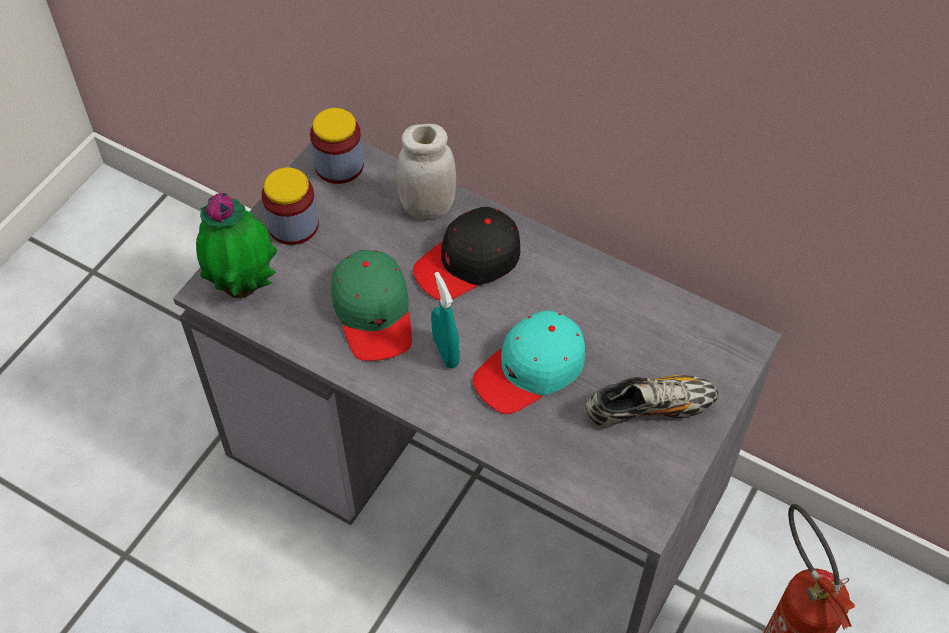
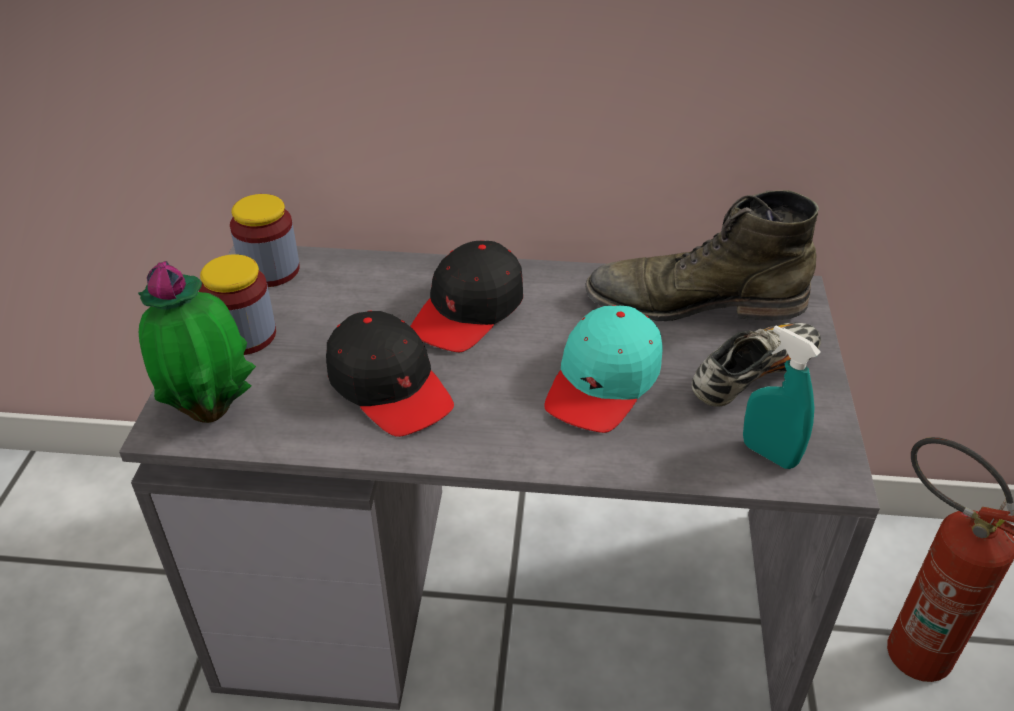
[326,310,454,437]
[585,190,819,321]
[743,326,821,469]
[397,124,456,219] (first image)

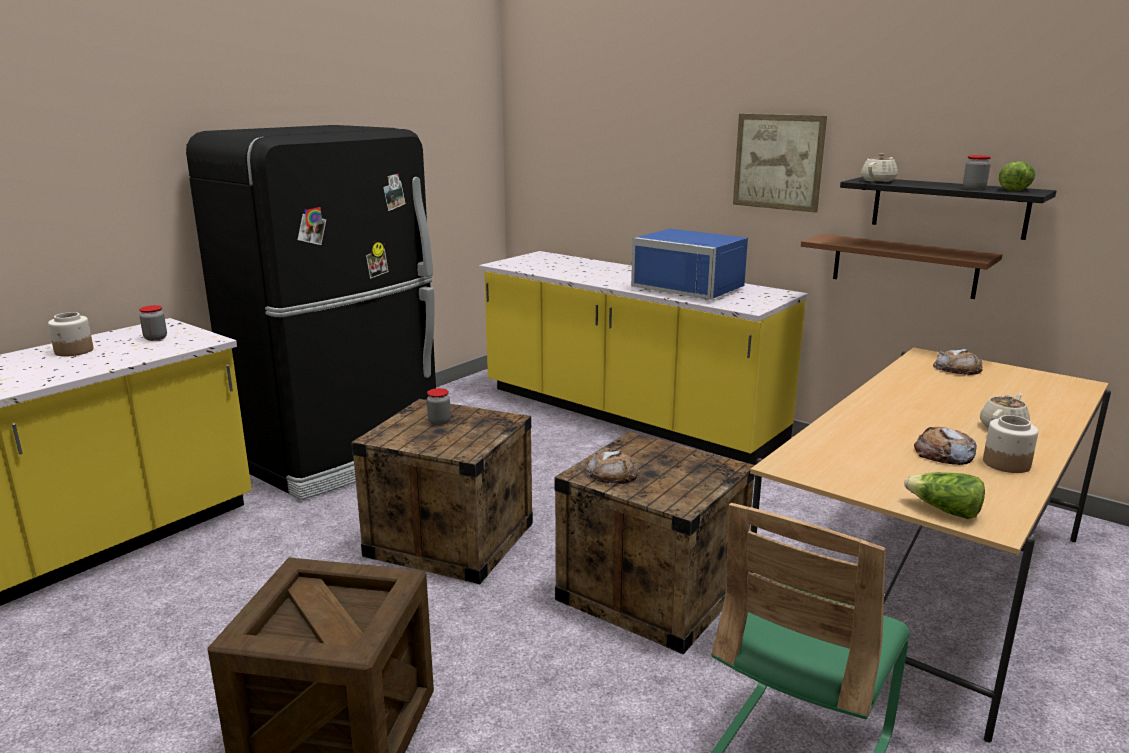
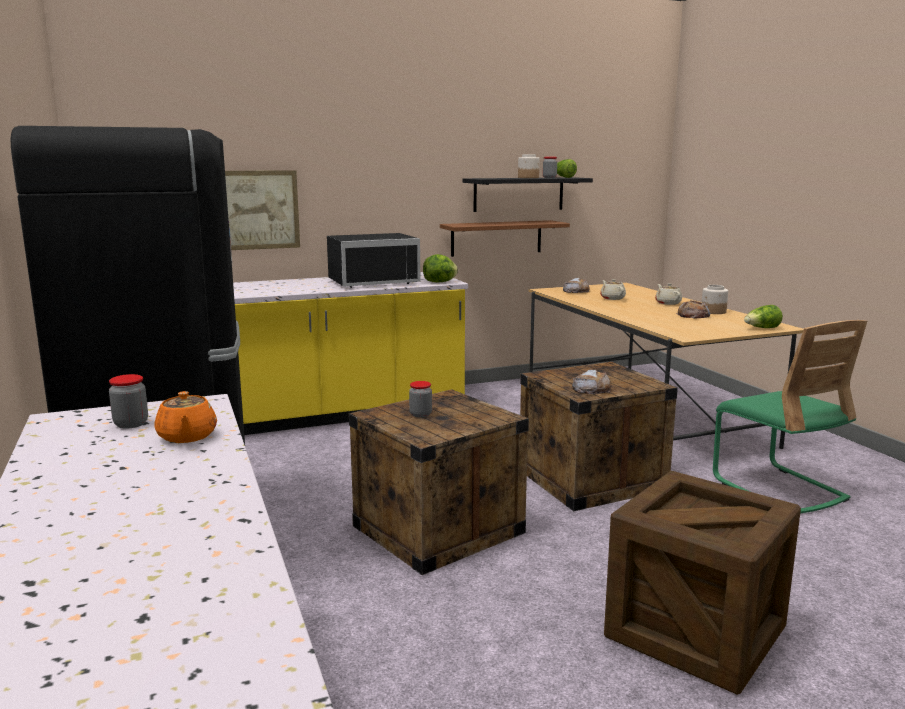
[155,391,217,443]
[225,170,300,250]
[327,233,420,288]
[423,254,458,282]
[518,154,540,178]
[600,279,626,300]

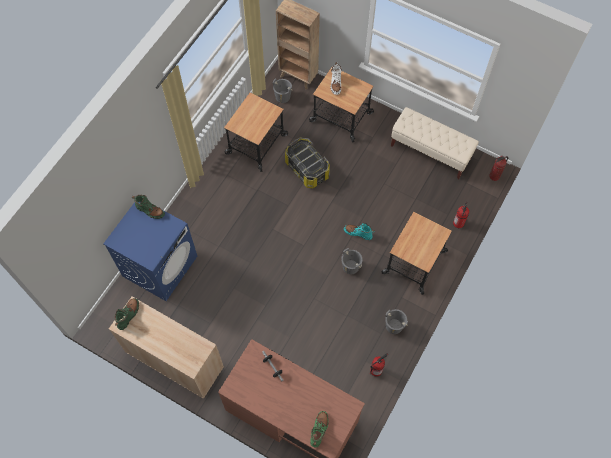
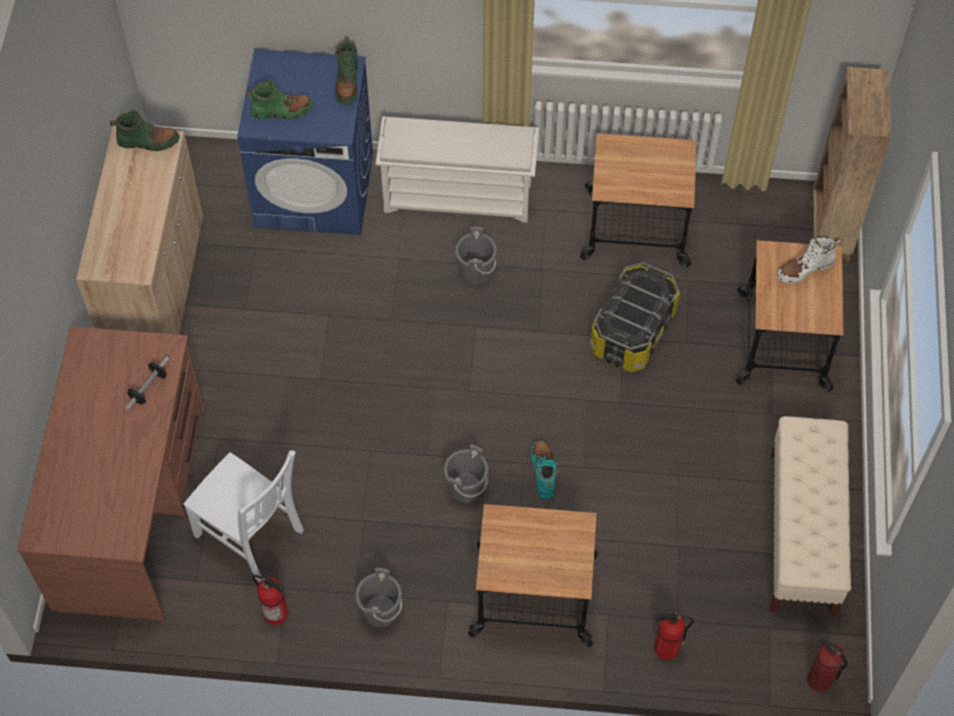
[184,450,304,582]
[246,80,314,119]
[376,117,539,223]
[455,227,497,284]

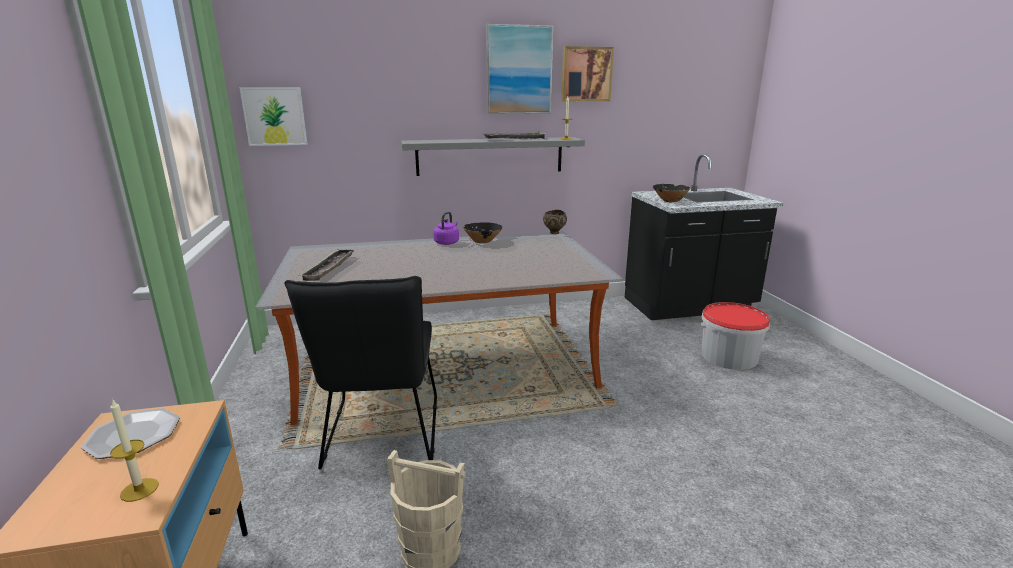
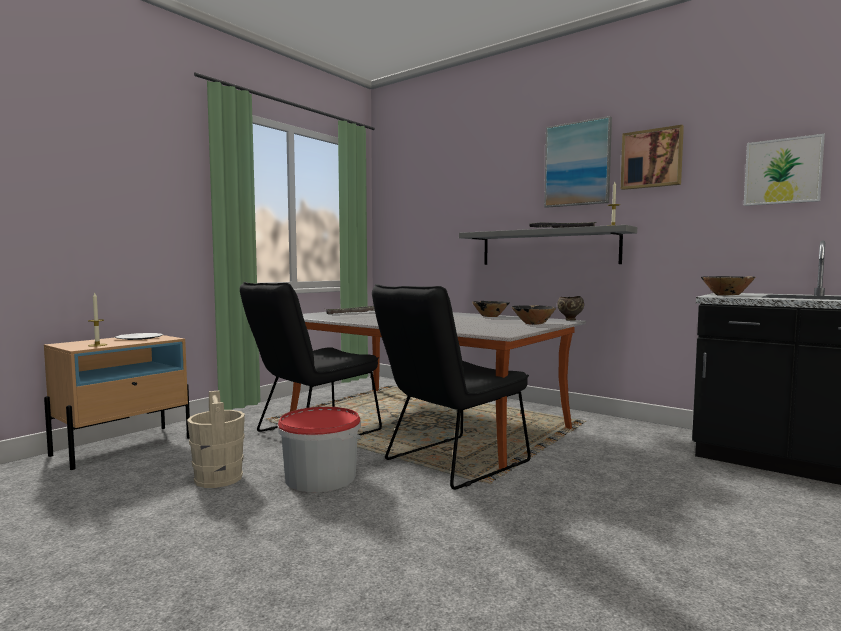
[277,407,361,492]
[372,284,531,490]
[511,305,556,325]
[744,134,825,206]
[433,212,459,245] (first image)

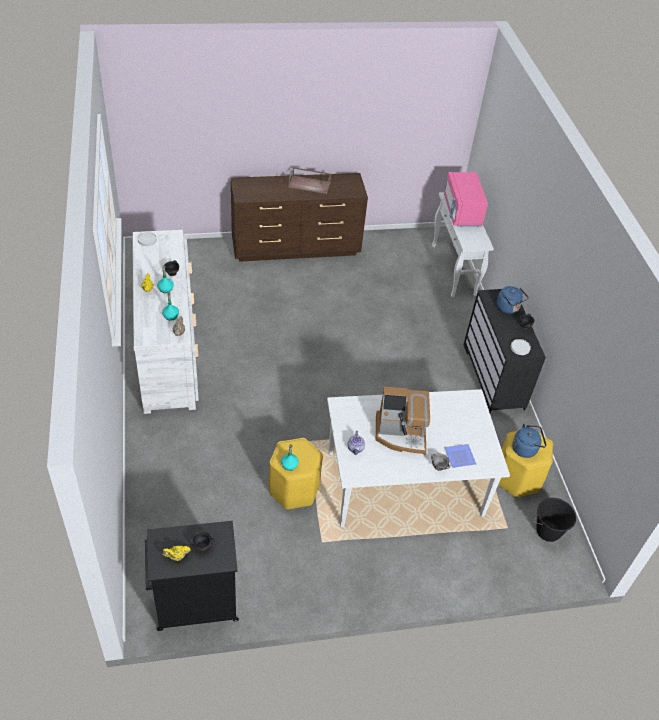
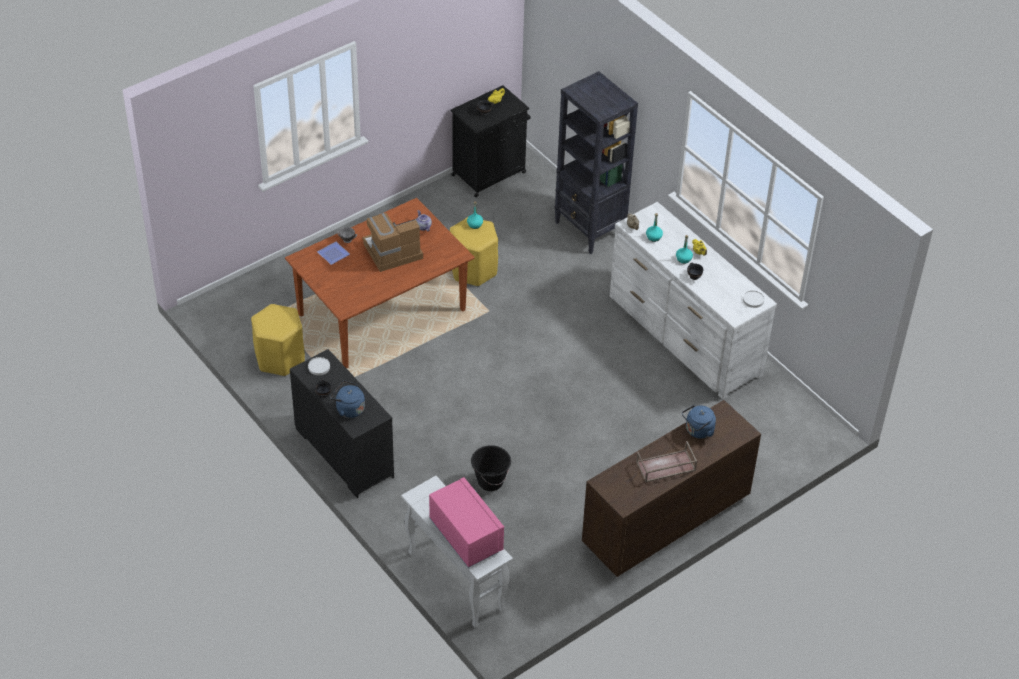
[285,198,475,368]
[471,445,511,491]
[555,71,638,254]
[682,405,716,439]

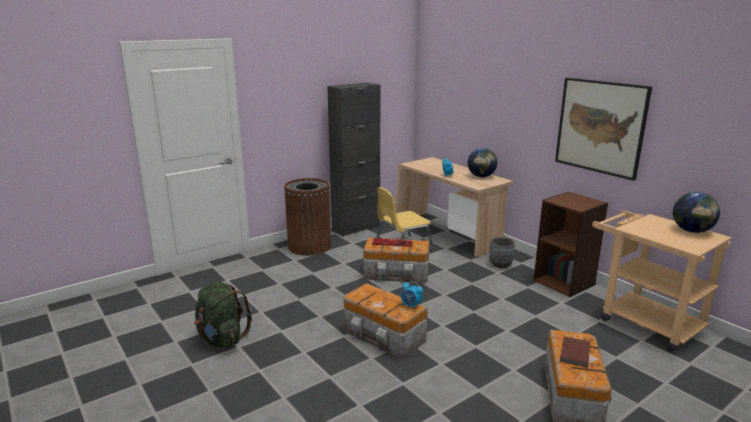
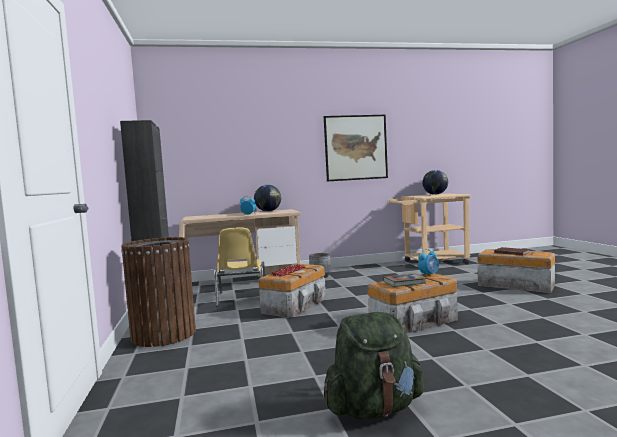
[383,273,427,287]
[533,192,608,297] (first image)

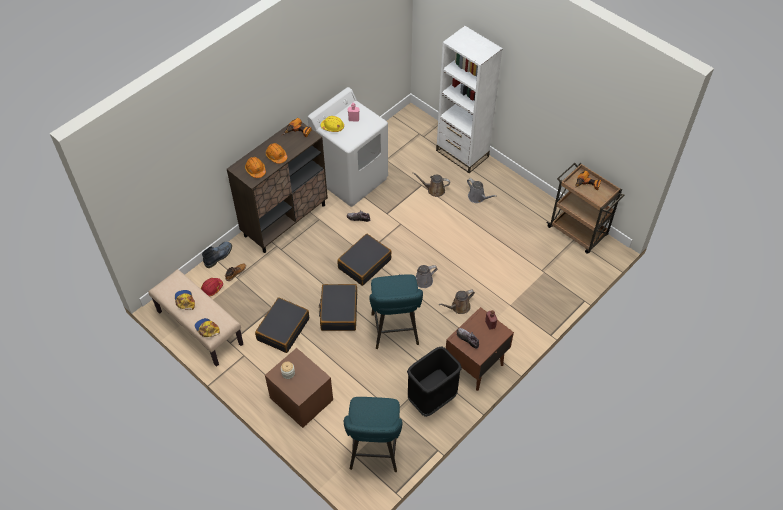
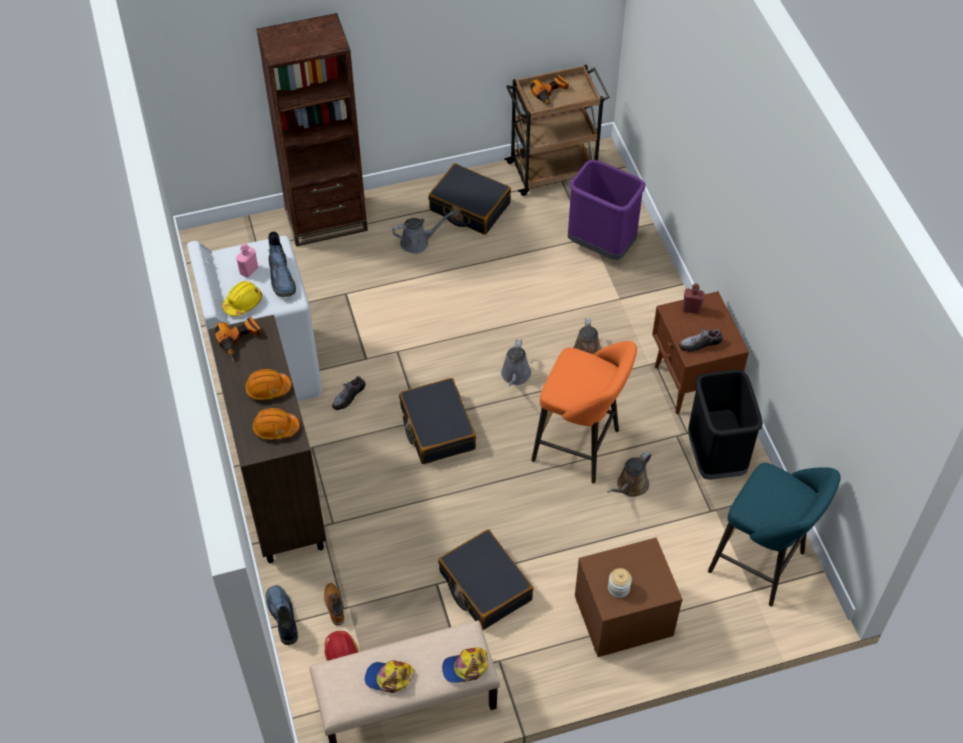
[257,13,368,246]
[268,232,296,297]
[428,163,511,235]
[531,341,637,484]
[568,160,646,260]
[607,451,651,497]

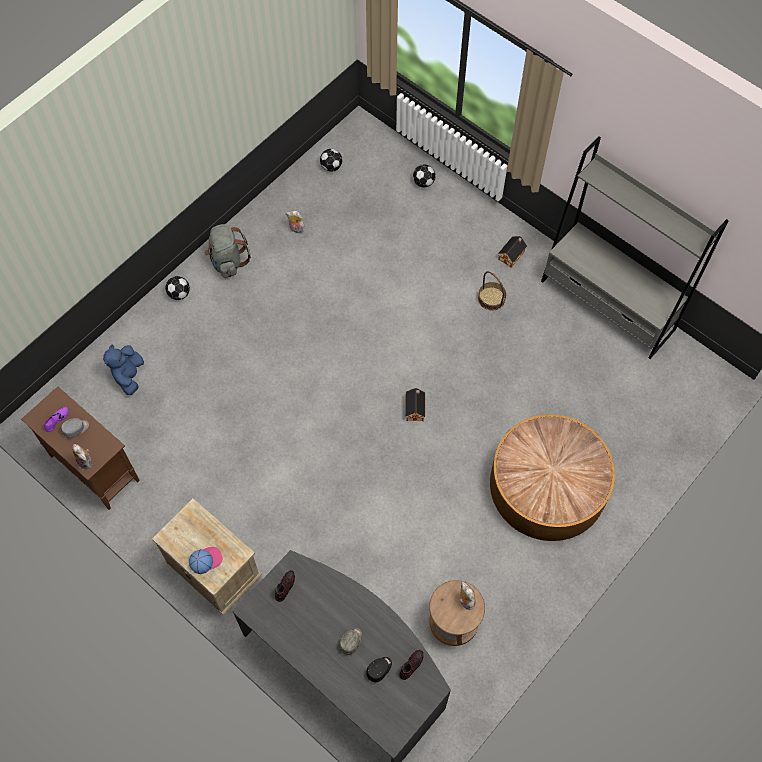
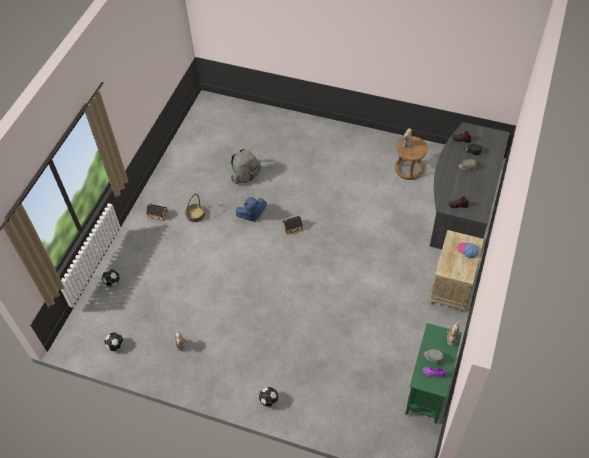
[231,149,261,184]
[236,197,267,222]
[405,323,462,424]
[490,414,615,541] (first image)
[541,136,728,359] (first image)

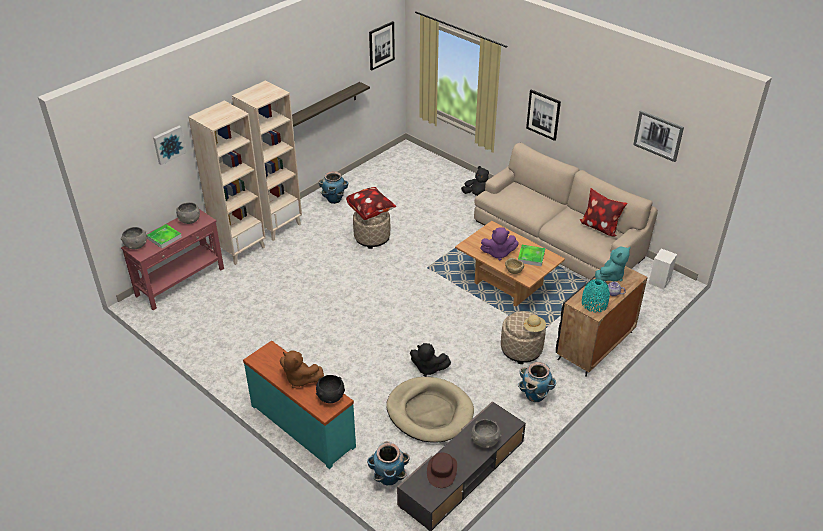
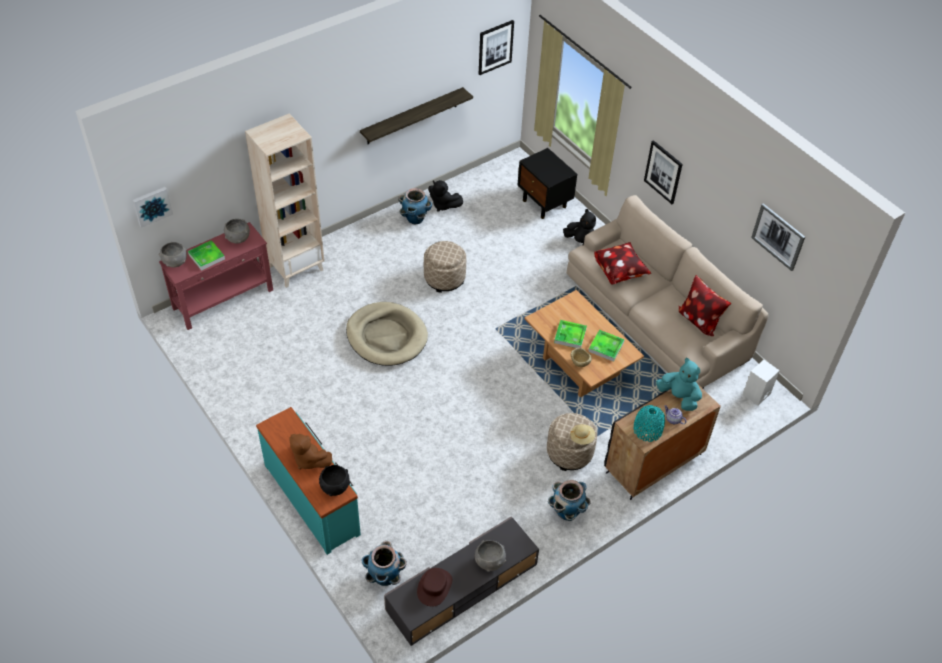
[133,187,173,228]
[346,302,428,366]
[428,180,463,212]
[518,148,577,219]
[554,320,587,348]
[594,242,651,285]
[656,358,702,411]
[232,81,302,241] (first image)

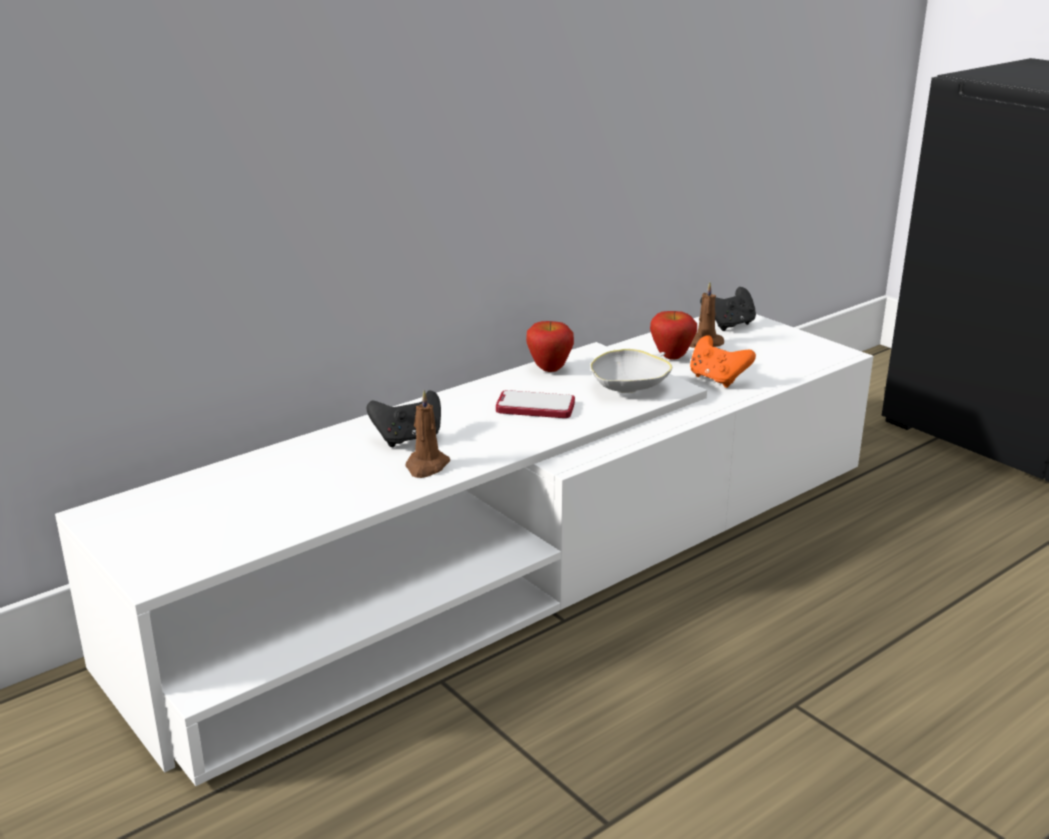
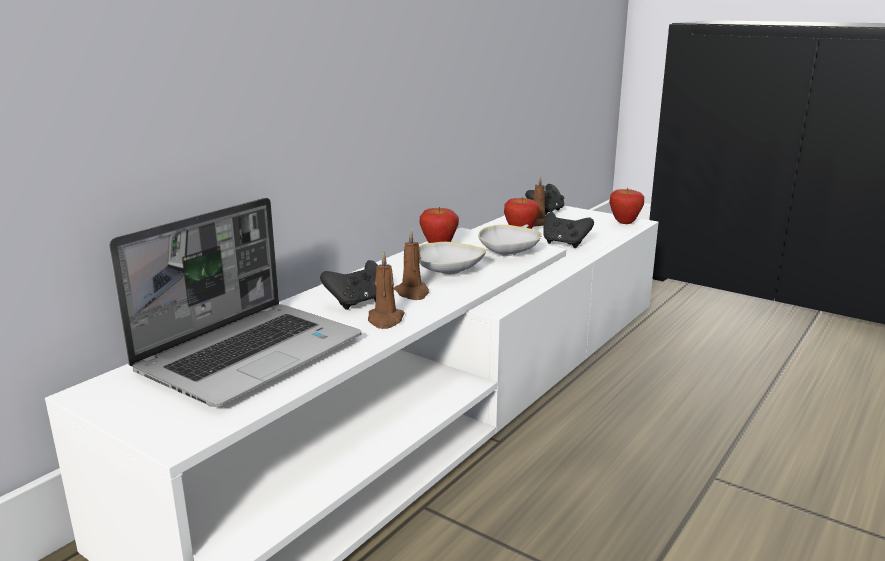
[109,198,362,407]
[394,230,429,300]
[419,242,486,275]
[543,212,594,248]
[609,188,644,224]

